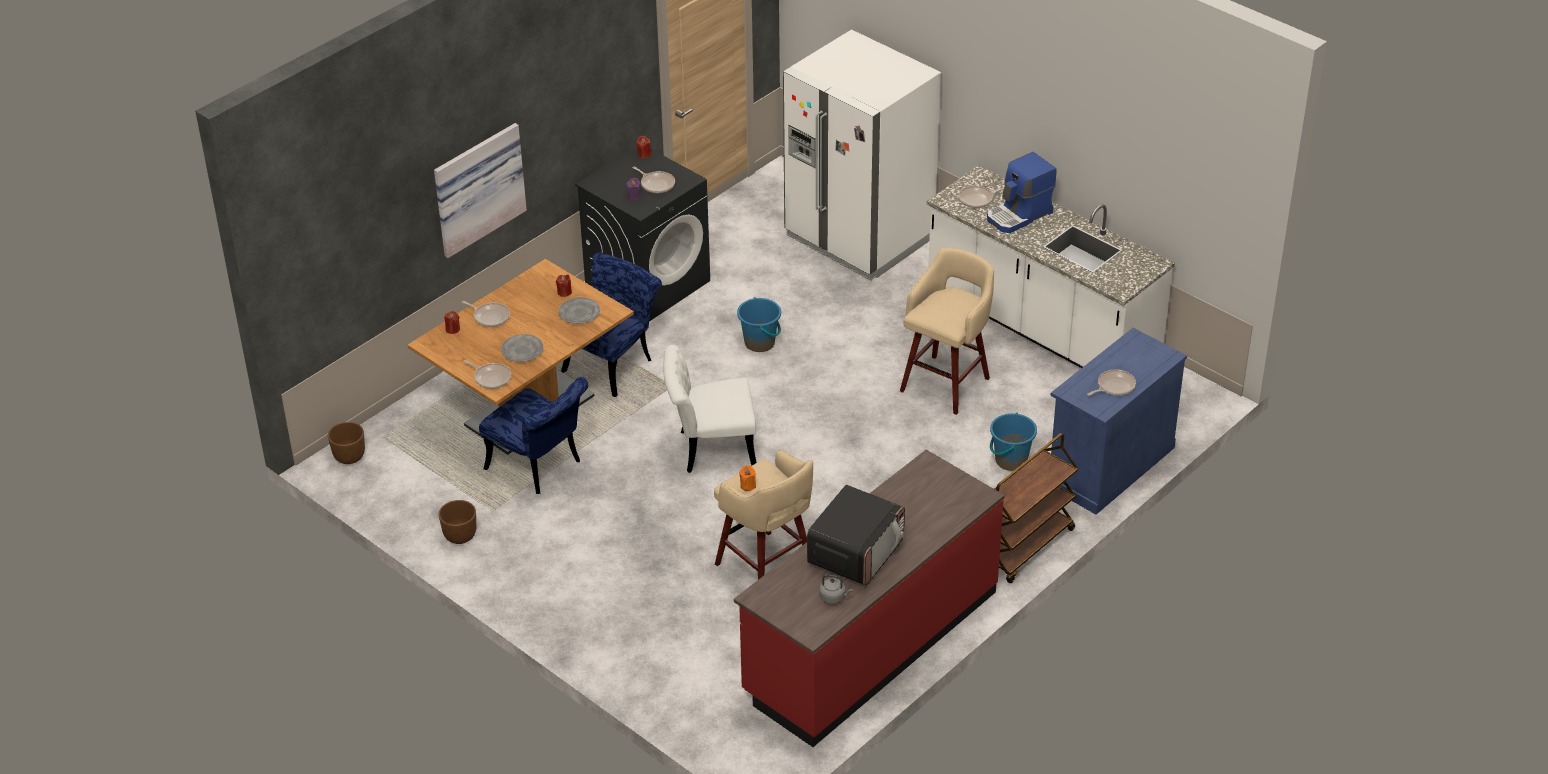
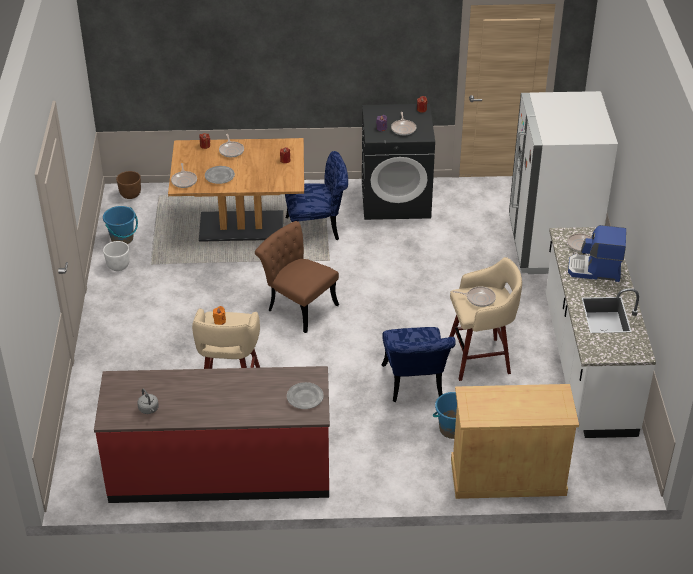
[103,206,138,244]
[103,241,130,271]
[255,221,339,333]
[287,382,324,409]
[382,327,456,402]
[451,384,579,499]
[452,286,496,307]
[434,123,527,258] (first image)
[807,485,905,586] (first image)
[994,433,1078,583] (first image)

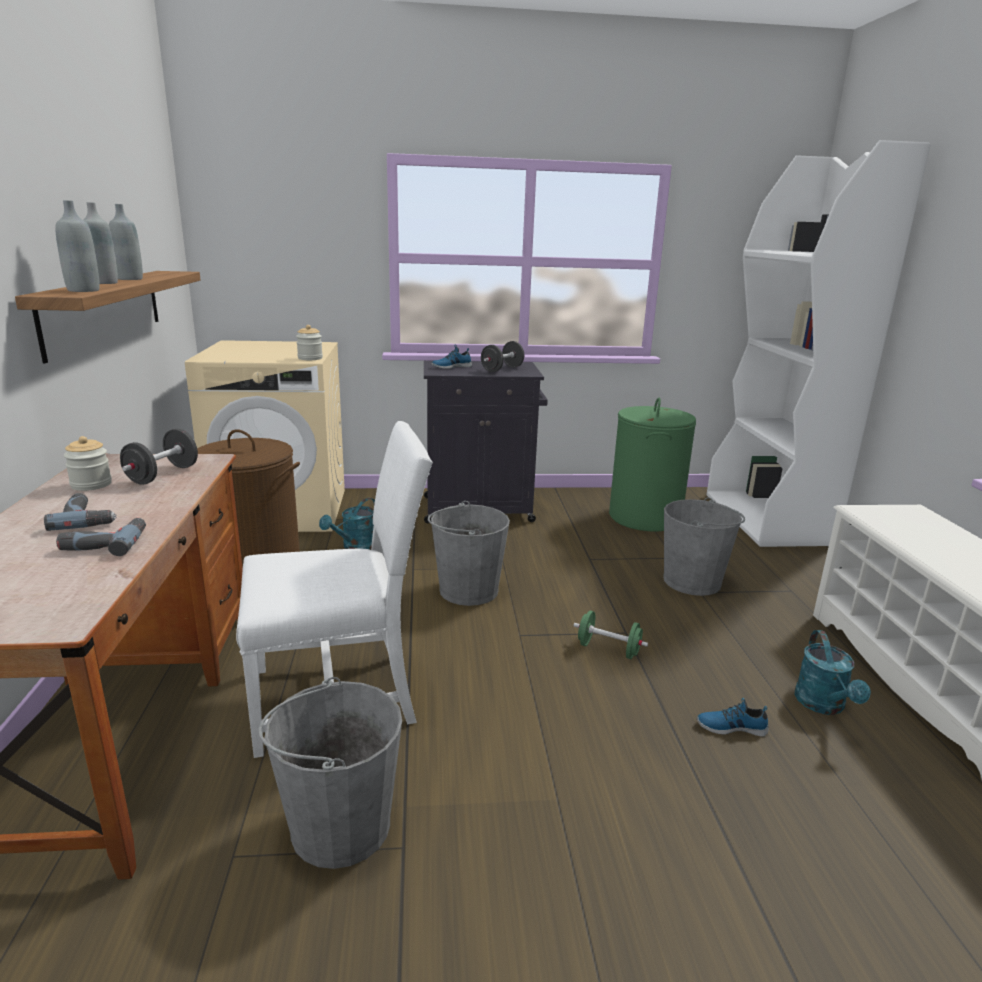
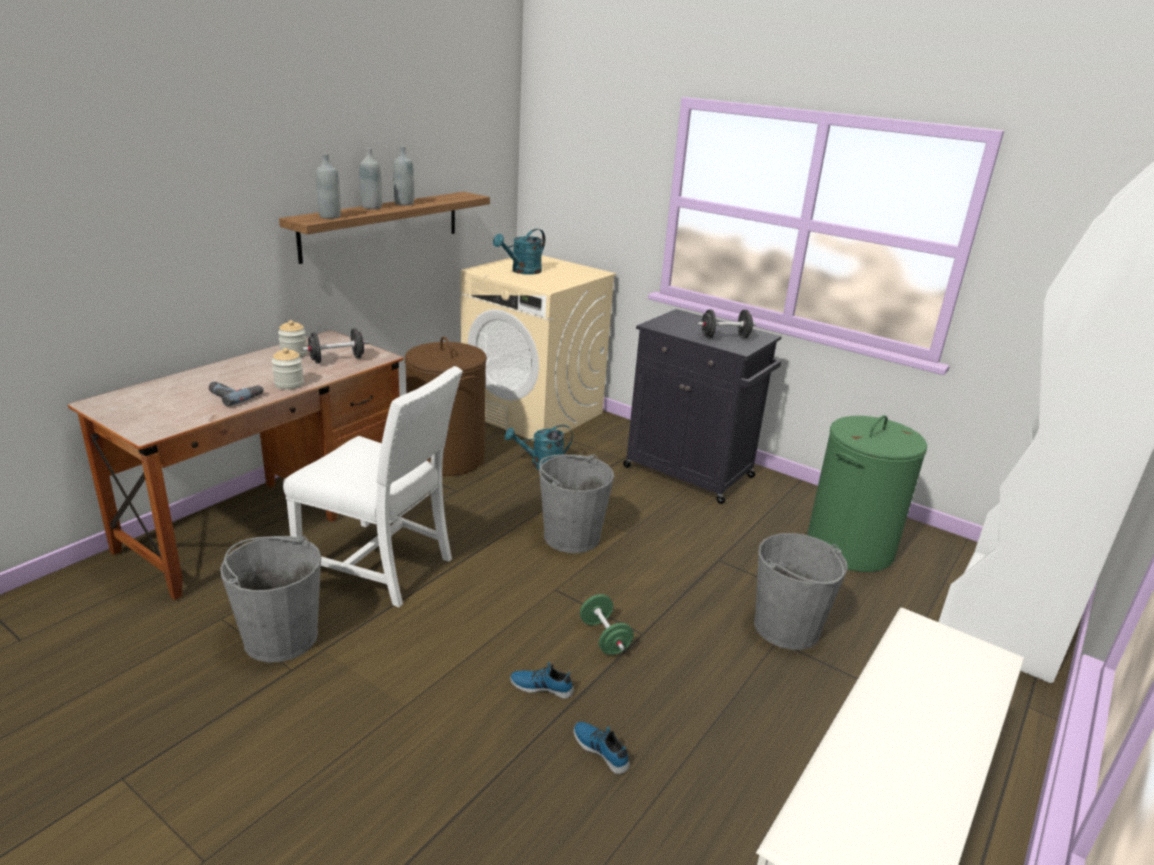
[271,348,304,390]
[493,229,545,275]
[510,662,574,699]
[44,493,117,531] (first image)

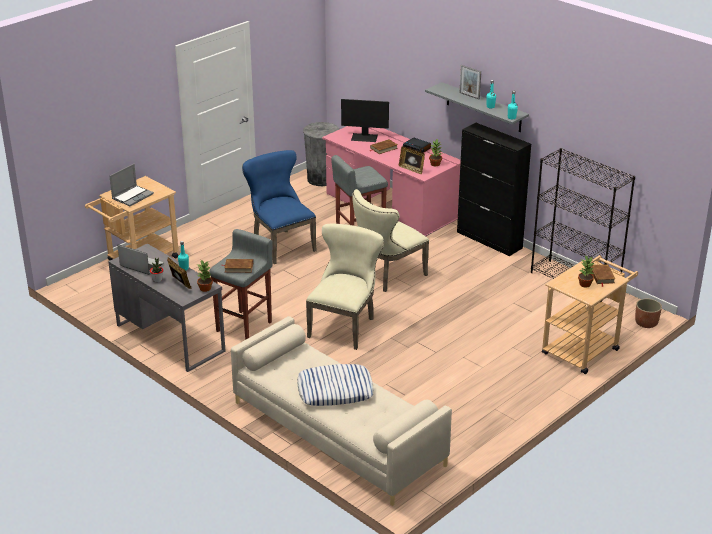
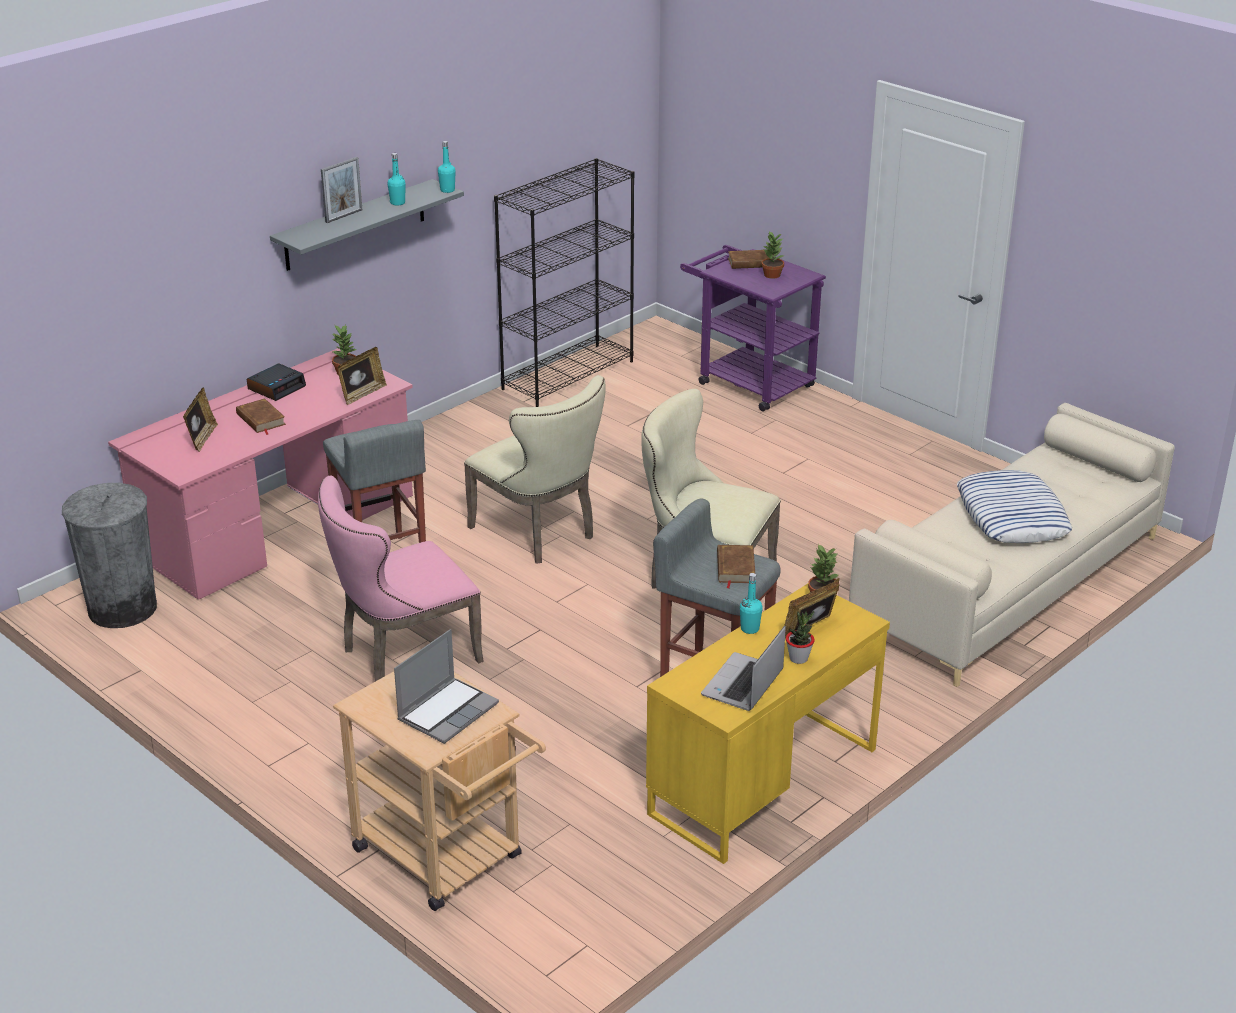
[183,387,218,452]
[318,476,484,681]
[394,629,499,744]
[646,584,890,864]
[680,245,826,411]
[457,123,531,256] (first image)
[635,299,662,328] (first image)

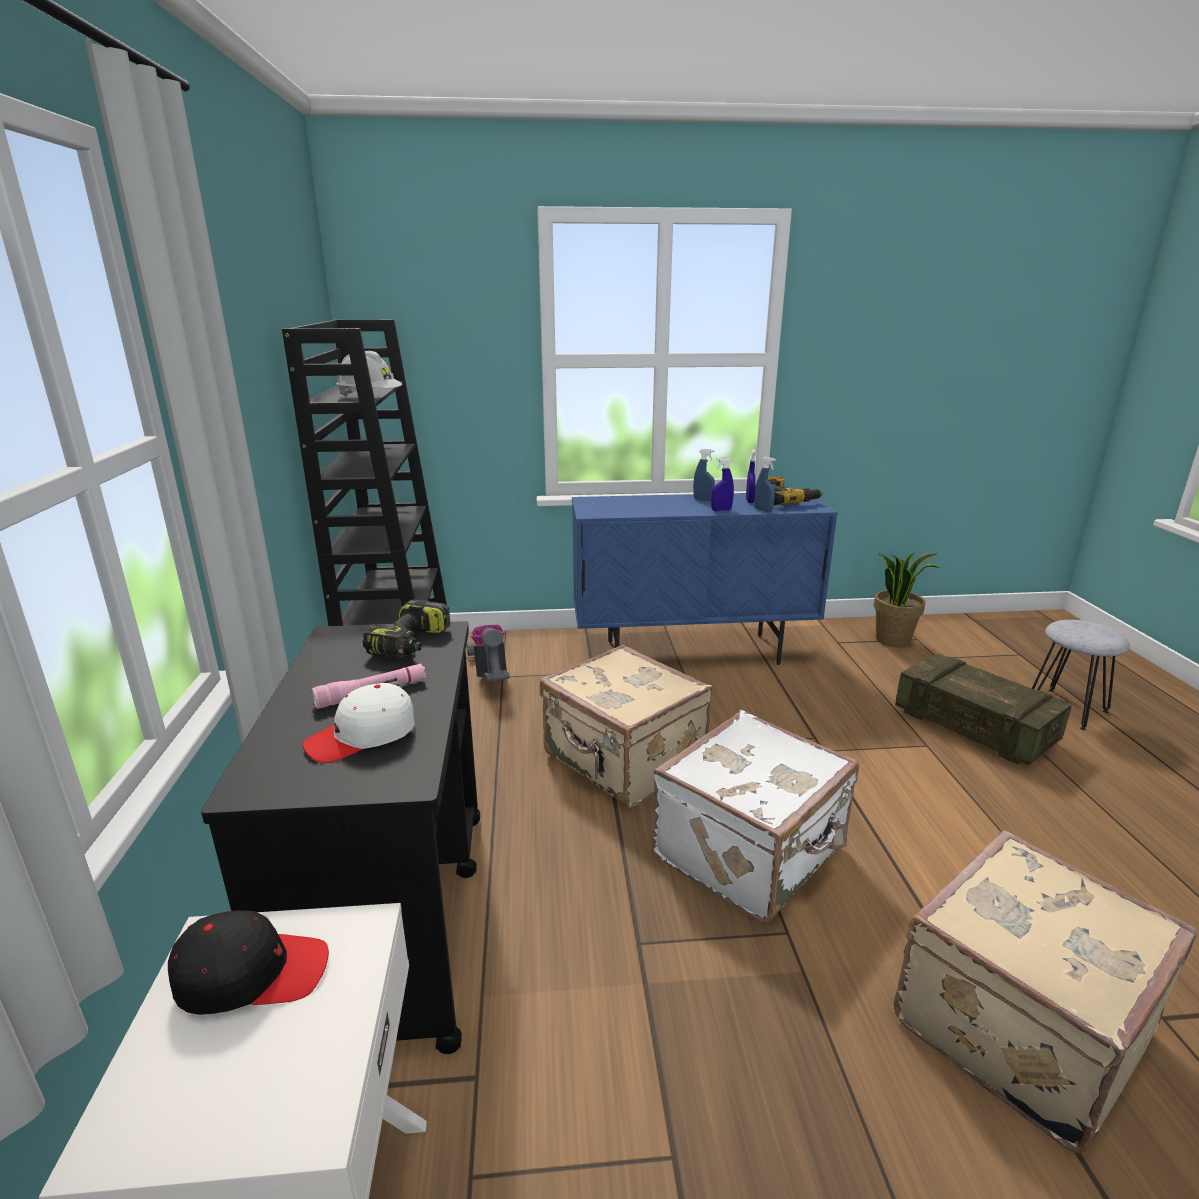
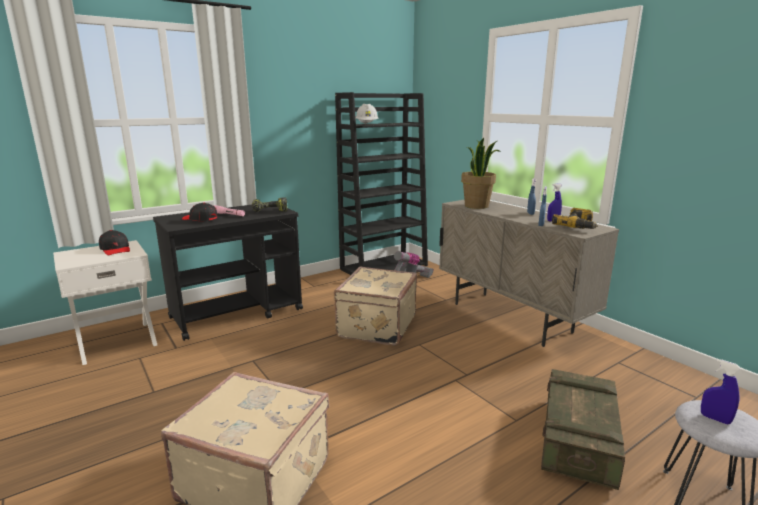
[182,203,218,221]
[439,200,619,347]
[461,138,501,209]
[701,359,741,424]
[653,710,859,922] (first image)

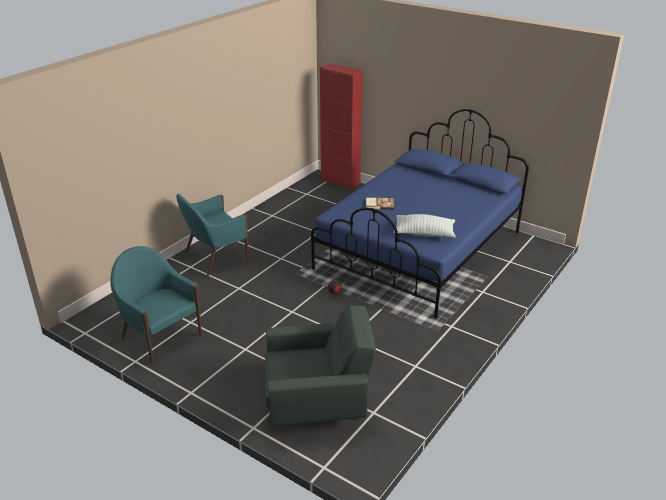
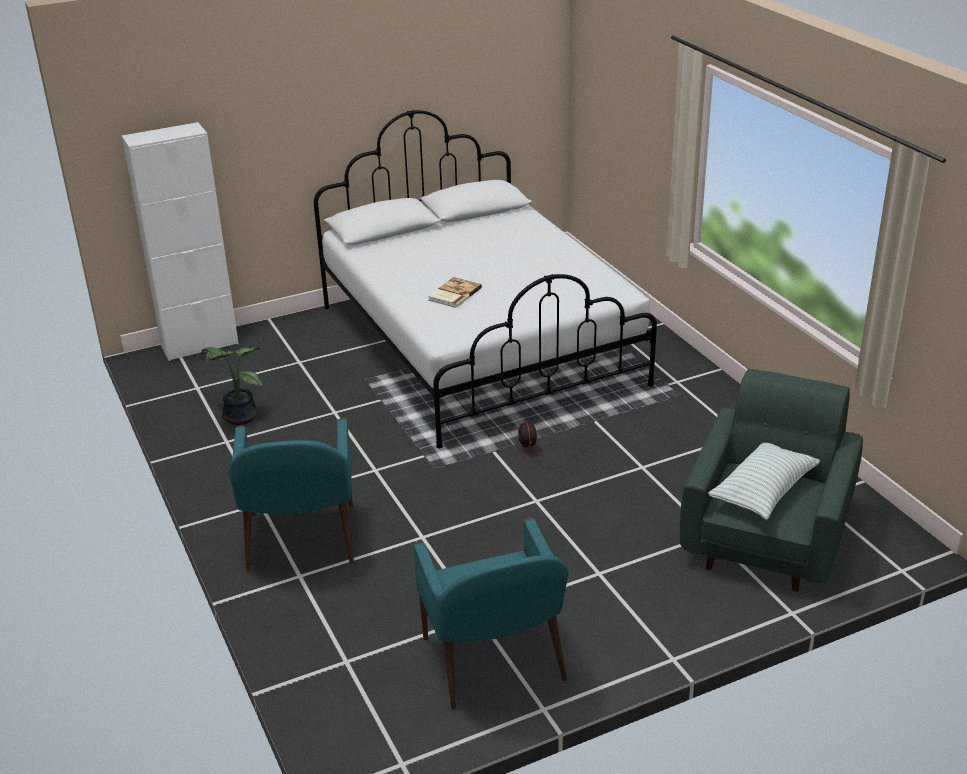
[122,122,239,361]
[202,347,263,425]
[314,110,657,448]
[414,517,569,710]
[708,443,820,520]

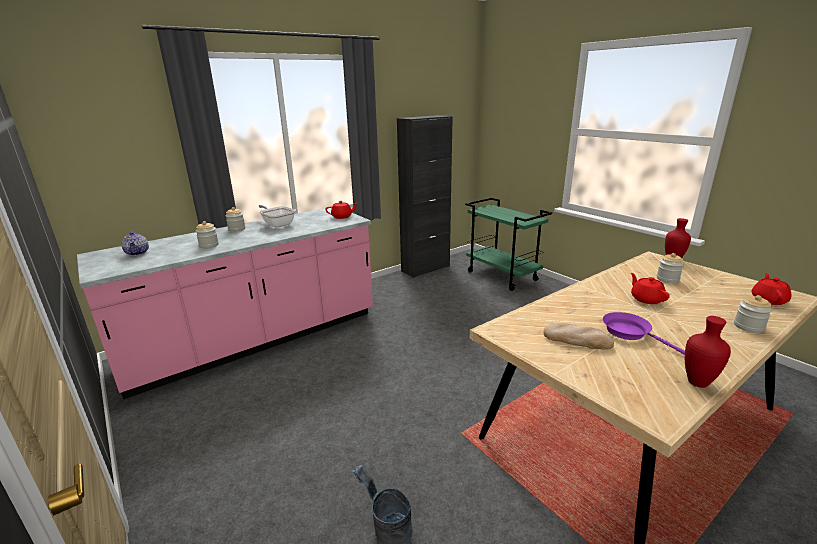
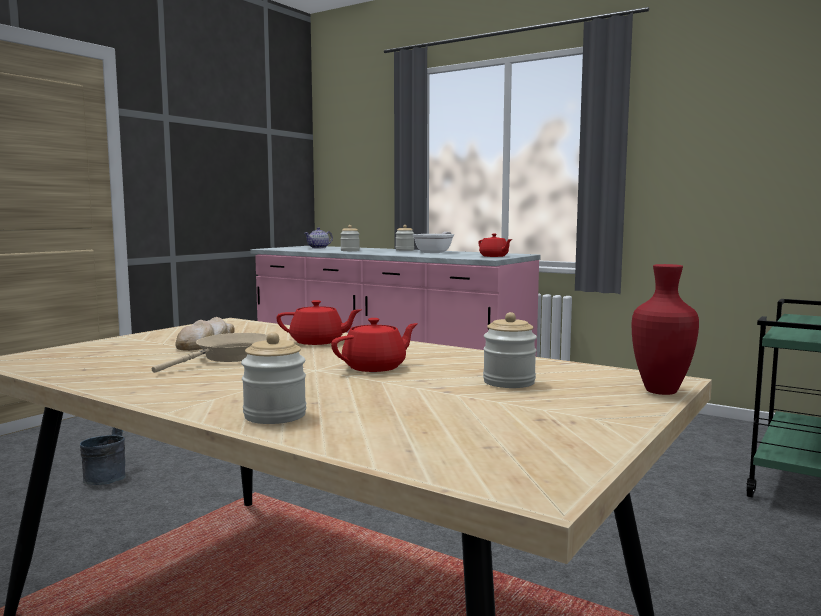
[152,333,267,373]
[276,300,361,345]
[397,115,453,278] (first image)
[685,316,731,388] (first image)

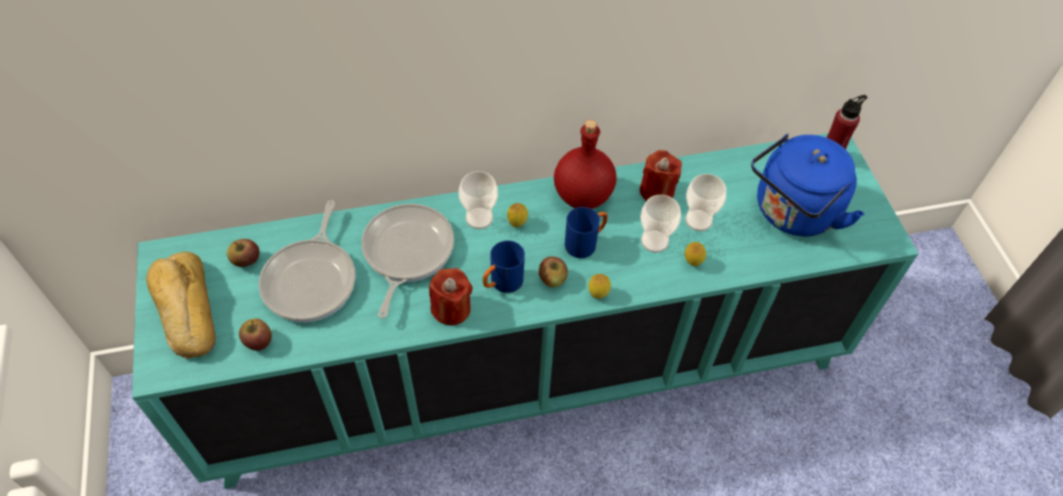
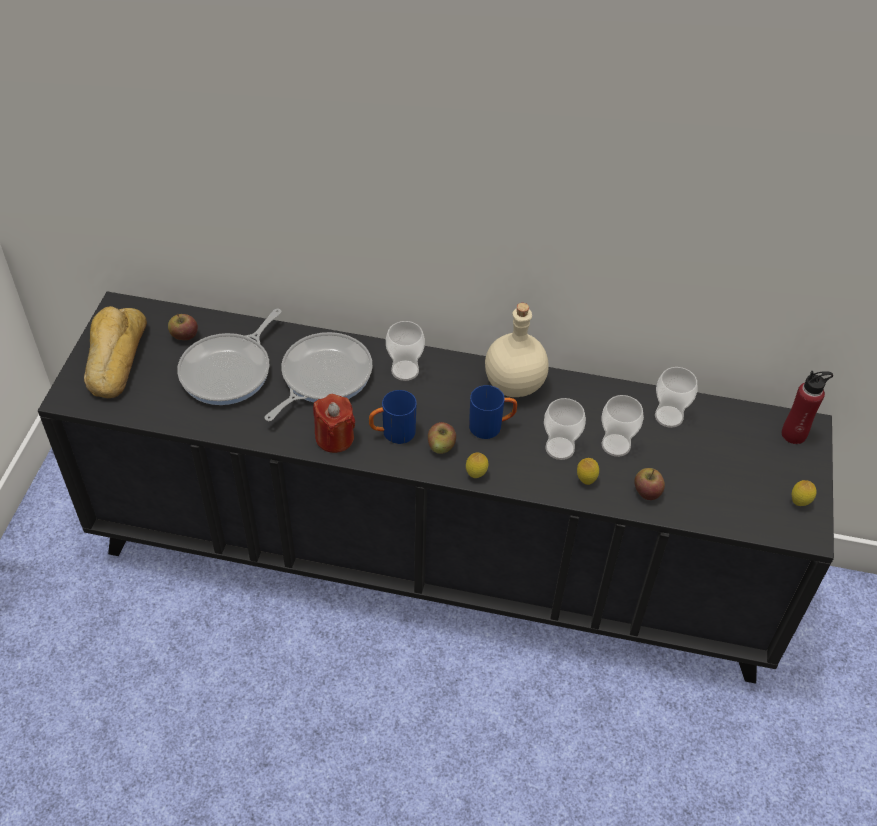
[38,291,834,684]
[485,303,549,397]
[634,468,665,500]
[655,367,698,428]
[792,480,817,506]
[640,150,682,201] (first image)
[751,134,864,236] (first image)

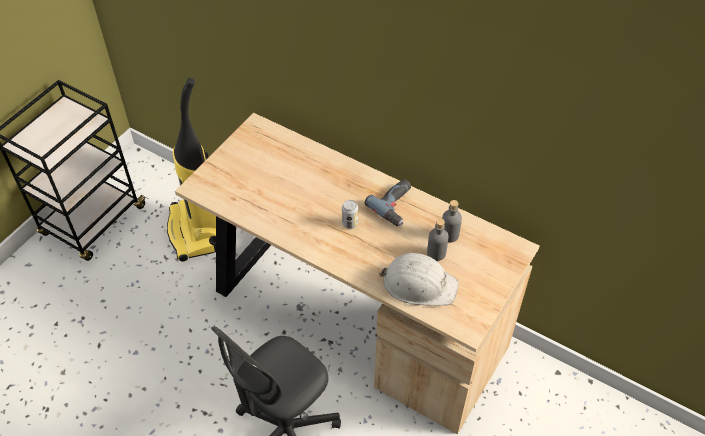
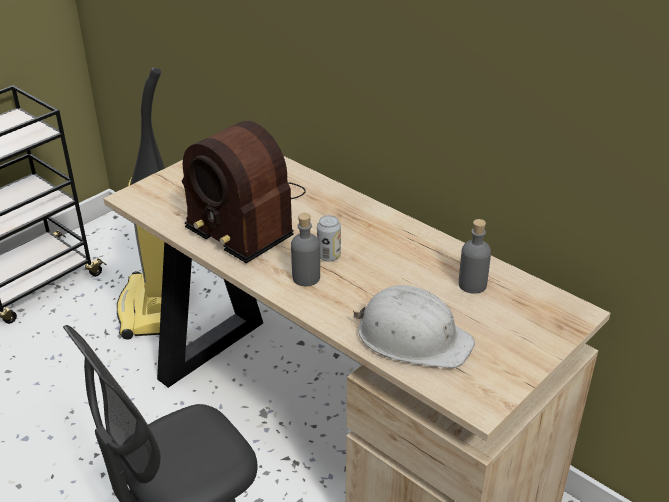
[182,121,306,263]
[291,213,320,286]
[364,179,411,226] (first image)

